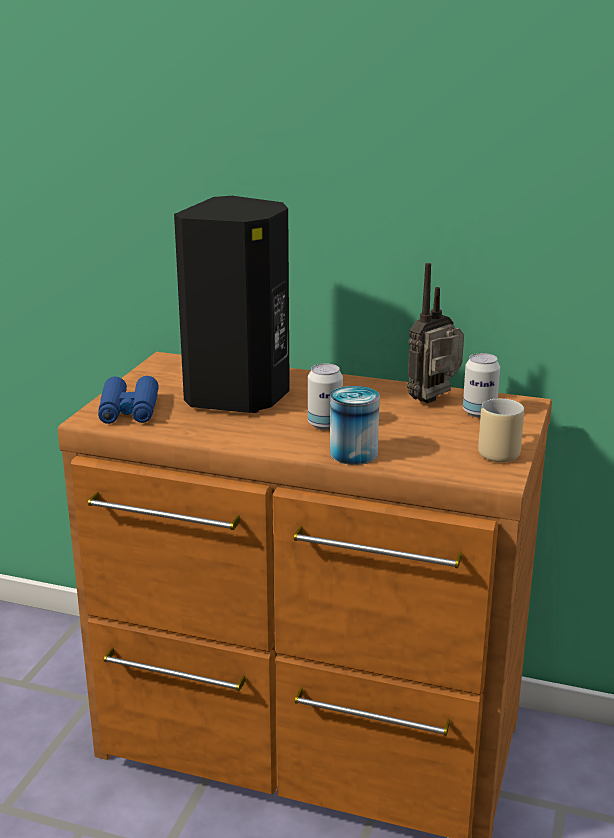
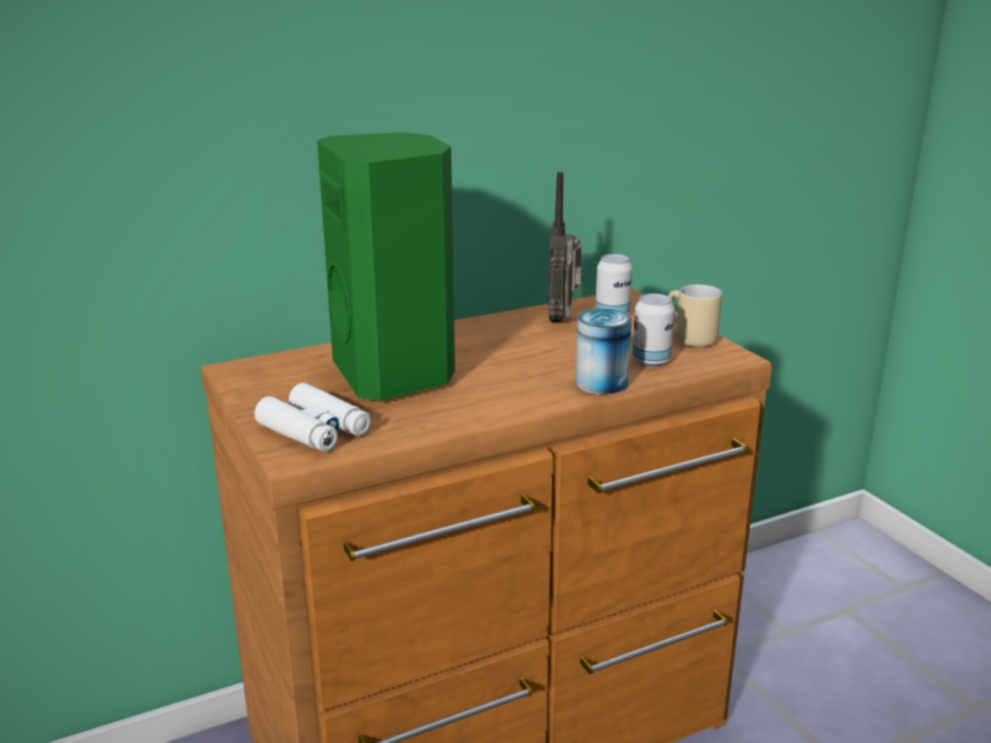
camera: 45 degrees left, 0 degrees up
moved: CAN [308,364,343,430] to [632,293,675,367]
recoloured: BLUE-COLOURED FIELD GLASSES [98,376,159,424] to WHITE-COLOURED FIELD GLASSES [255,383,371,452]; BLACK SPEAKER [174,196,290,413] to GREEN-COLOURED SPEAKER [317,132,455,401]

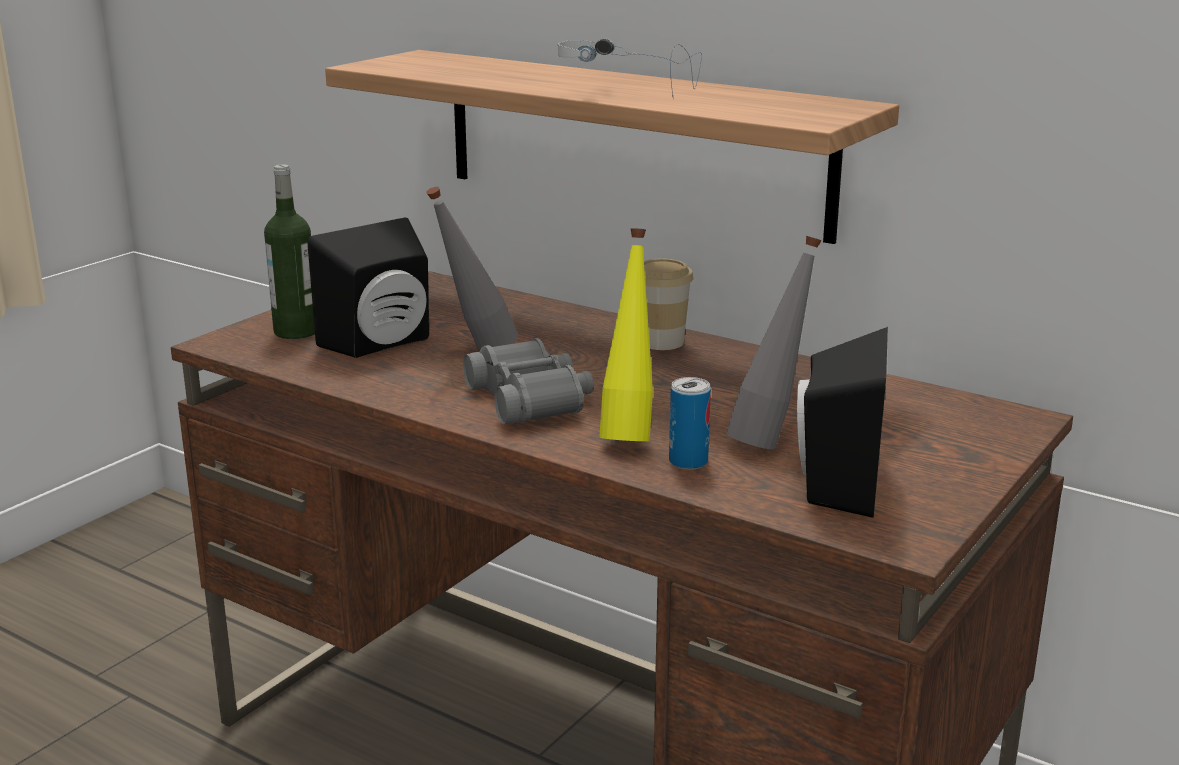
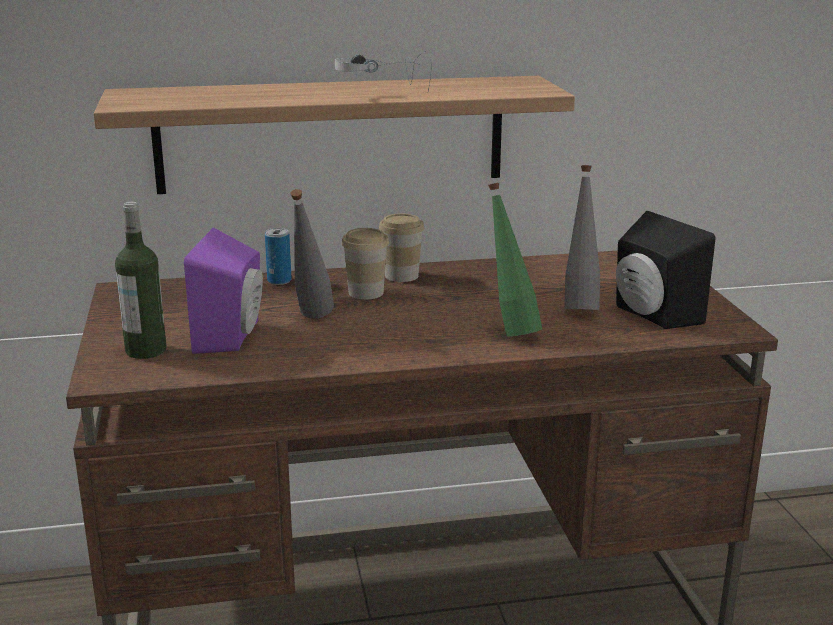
camera: 45 degrees left, 0 degrees up
removed: GREYISH FIELD GLASSES [463,338,594,424]
added: DRINKING CUP [341,228,389,300]
moved: CAN [669,377,711,470] to [265,228,292,285]
recoloured: BLACK SPEAKER [307,217,429,358] to PURPLE SPEAKER [184,227,263,354]; YELLOW-COLOURED BOTTLE [599,228,653,441] to GREEN-COLOURED BOTTLE [488,183,542,337]

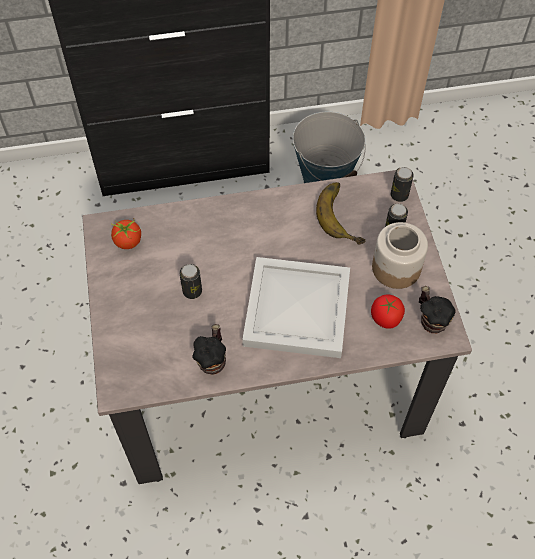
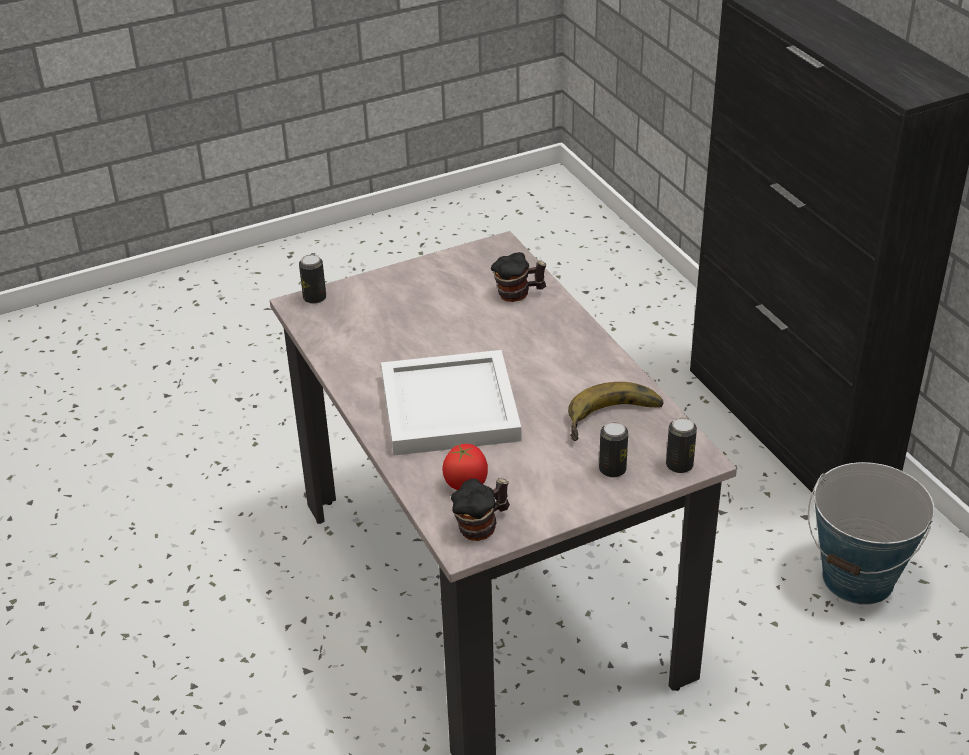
camera: 75 degrees right, 20 degrees down
removed: TOMATO [111,220,141,249]; JAR [372,222,428,289]
moved: CAN [179,264,202,299] to [299,255,326,304]; COFFEE MUG [192,324,226,375] to [491,252,546,302]

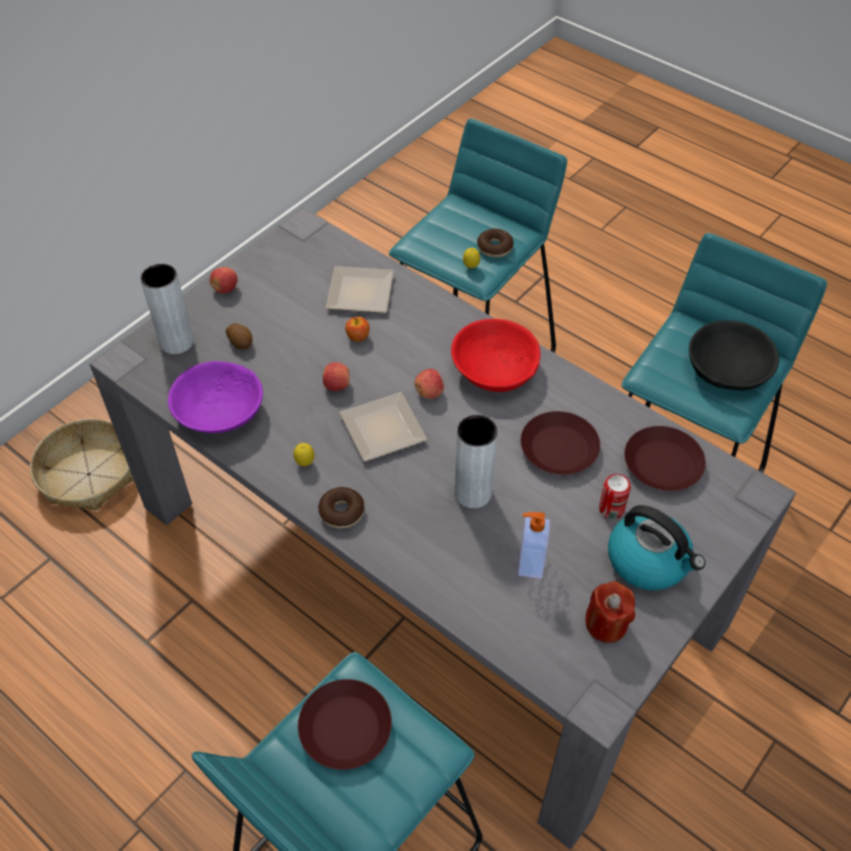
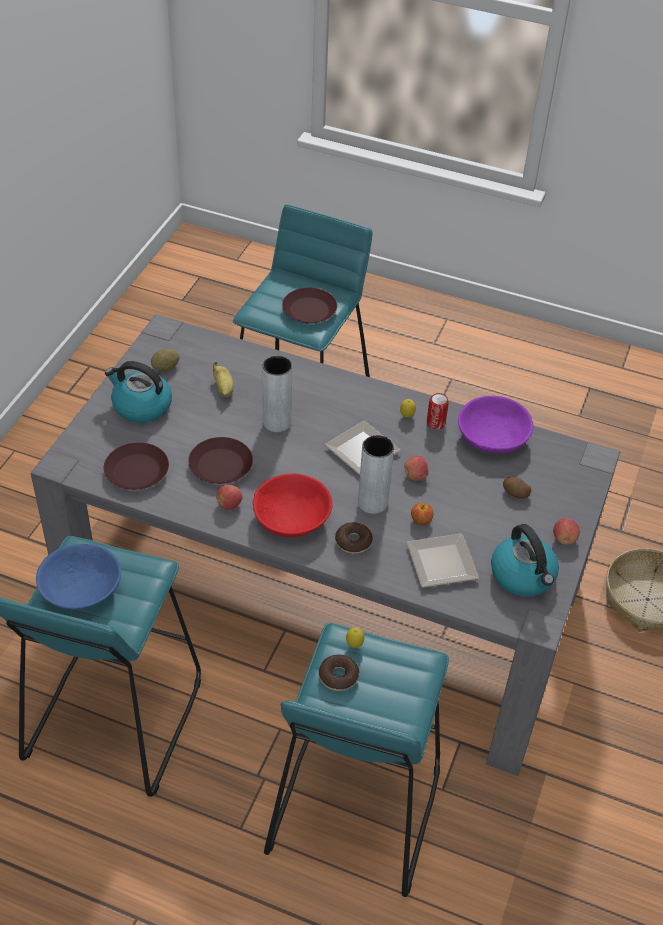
camera: 160 degrees right, 5 degrees down
added: WATER KETTLE [491,524,559,596]
moved: GREYISH DECORATIVE VASE [140,264,194,354] to [358,435,394,514]; DOUGHNUT [318,487,365,528] to [335,522,373,554]; APPLE [414,369,444,399] to [216,485,242,510]; CAN [599,474,631,519] to [427,393,449,430]
replaced: SOAP DISPENSER [518,512,550,579] to BANANA FRUIT [213,362,234,398]; RED WAX LIGHT [586,581,635,643] to POTATO [151,349,179,371]
recoloured: BLACK SERVING BOWL [689,320,779,391] to BLUE-COLOURED SERVING BOWL [36,544,121,610]

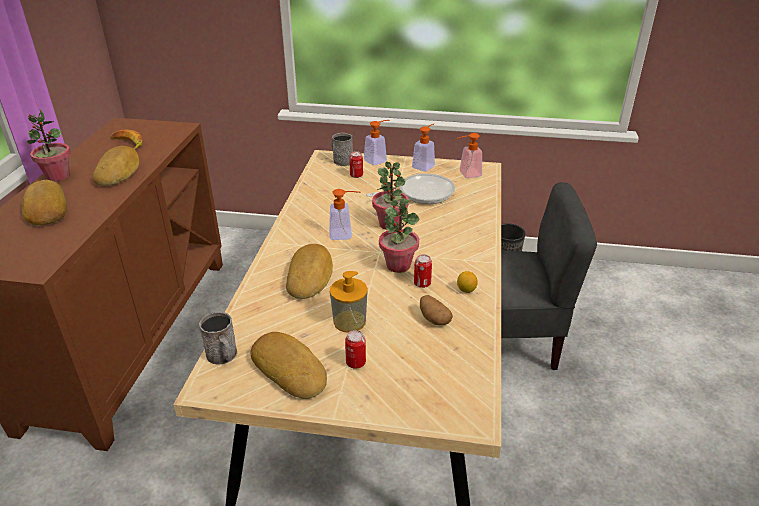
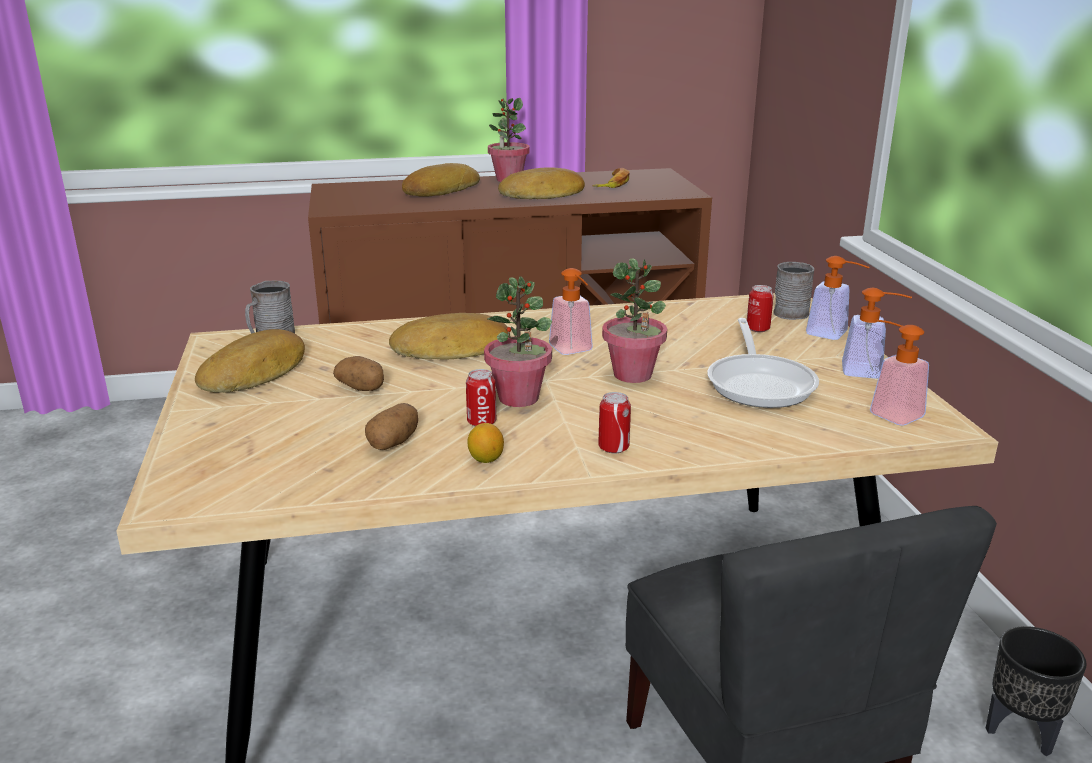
camera: 70 degrees right, 10 degrees down
moved: CAN [345,330,366,369] to [598,392,631,454]
replaced: SOAP DISPENSER [330,271,368,332] to POTATO [333,356,384,391]
turned: SKILLET [366,174,455,204] = [707,318,819,408] 45 degrees clockwise

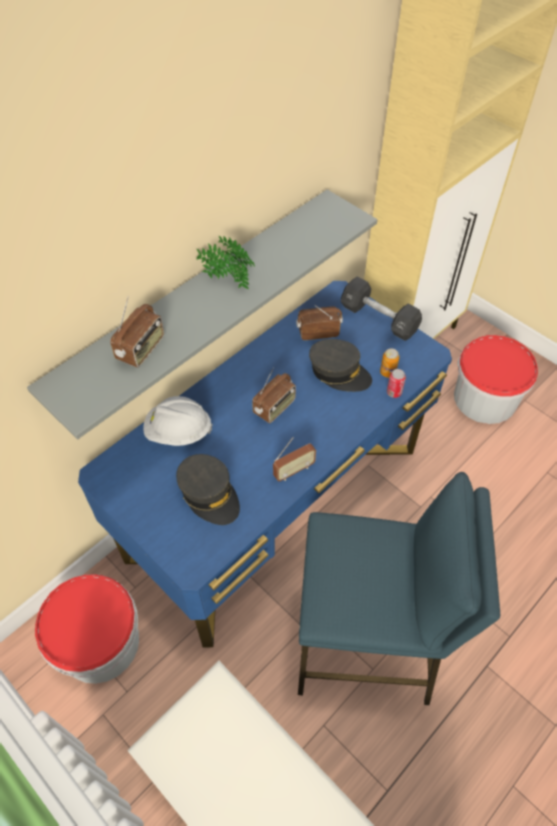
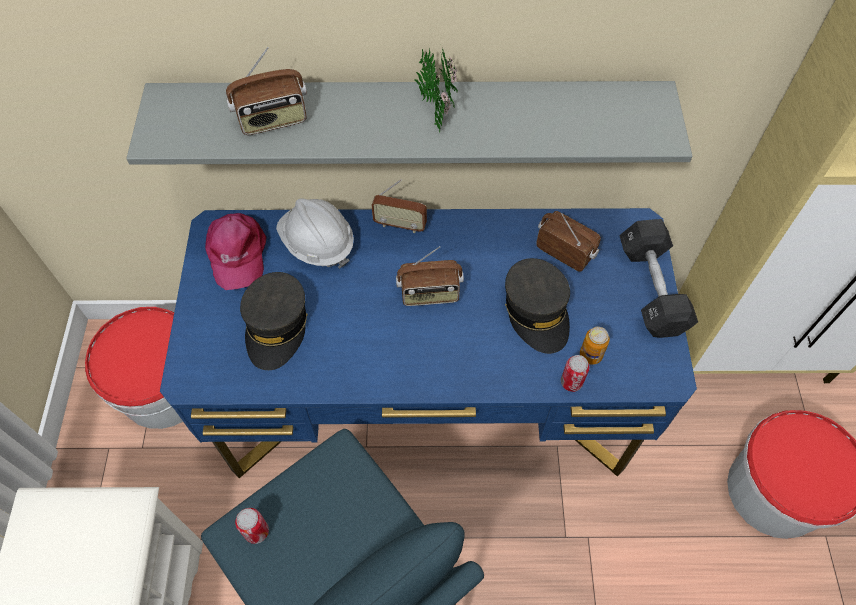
camera: 45 degrees right, 5 degrees up
added: PINKISH PEAKED CAP [205,213,267,290]; CAN [235,508,269,544]
moved: RADIO RECEIVER [273,437,316,482] to [371,179,427,233]

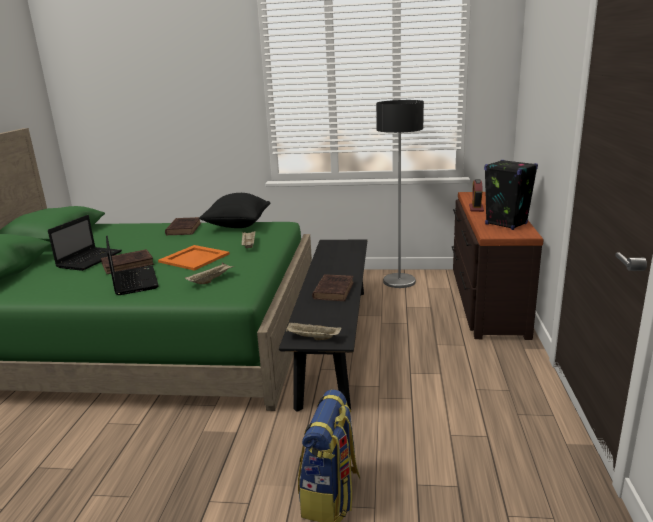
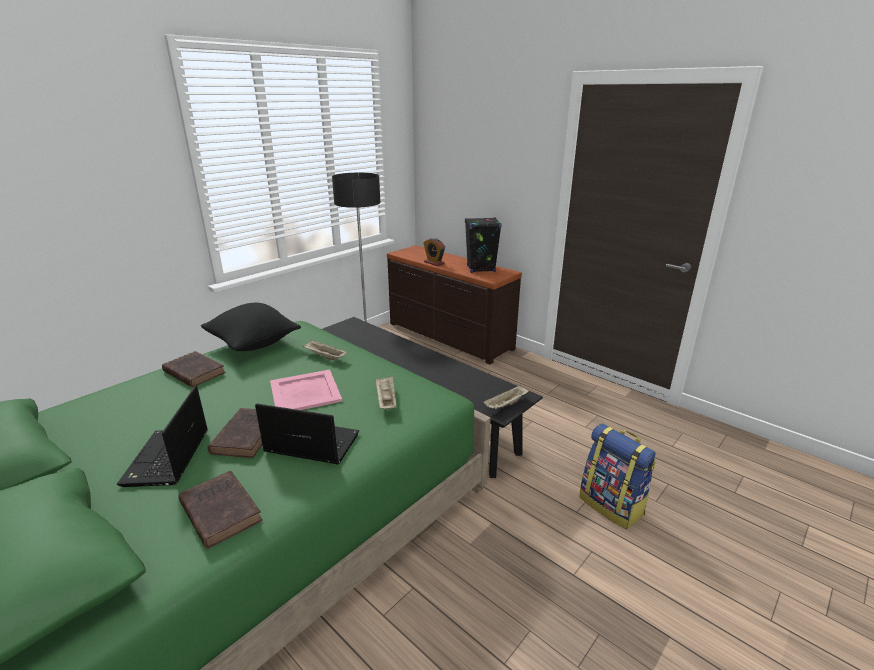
camera: 55 degrees left, 5 degrees up
moved: BROWNISH BOOK [312,274,354,301] to [178,471,263,549]
recoloured: ORANGEY SERVING TRAY [158,245,230,271] to PINKISH SERVING TRAY [270,370,342,410]
turned: LAPTOP [48,215,122,271] = [117,385,208,487] 150 degrees counterclockwise

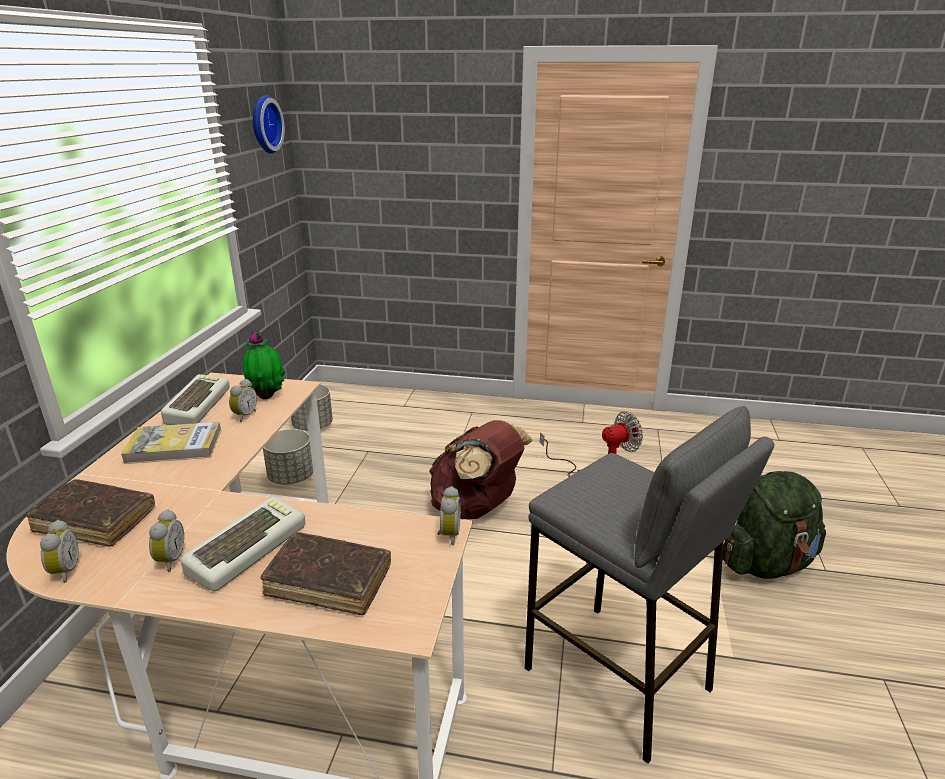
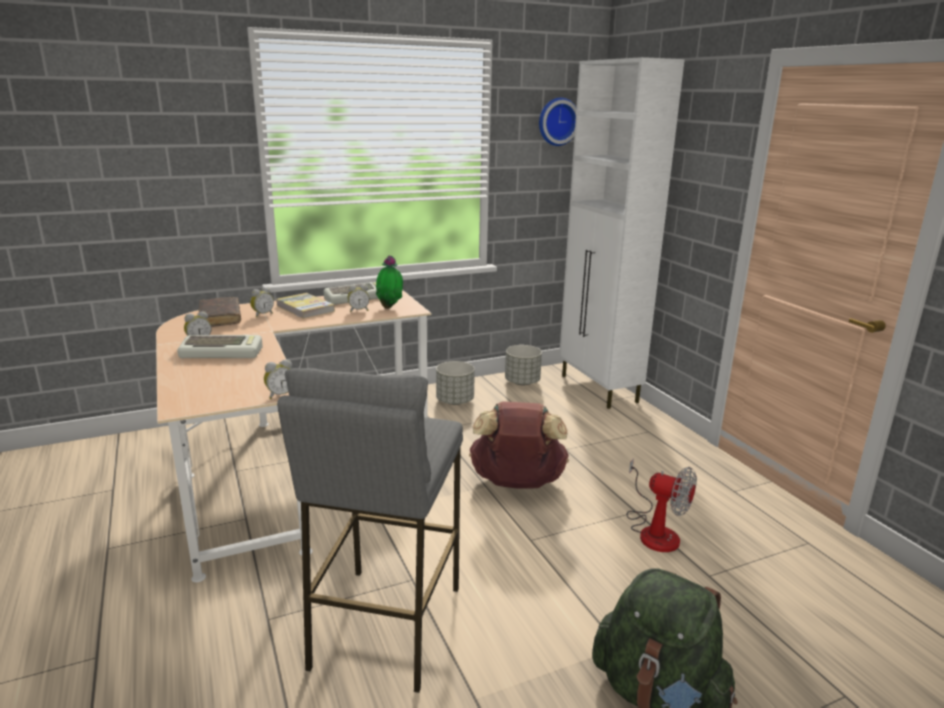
camera: 55 degrees right, 5 degrees down
removed: BROWNISH BOOK [260,532,391,615]
added: WHITE-COLOURED CABINET [559,57,685,409]
moved: ALARM CLOCK [40,520,78,583] to [250,287,274,317]

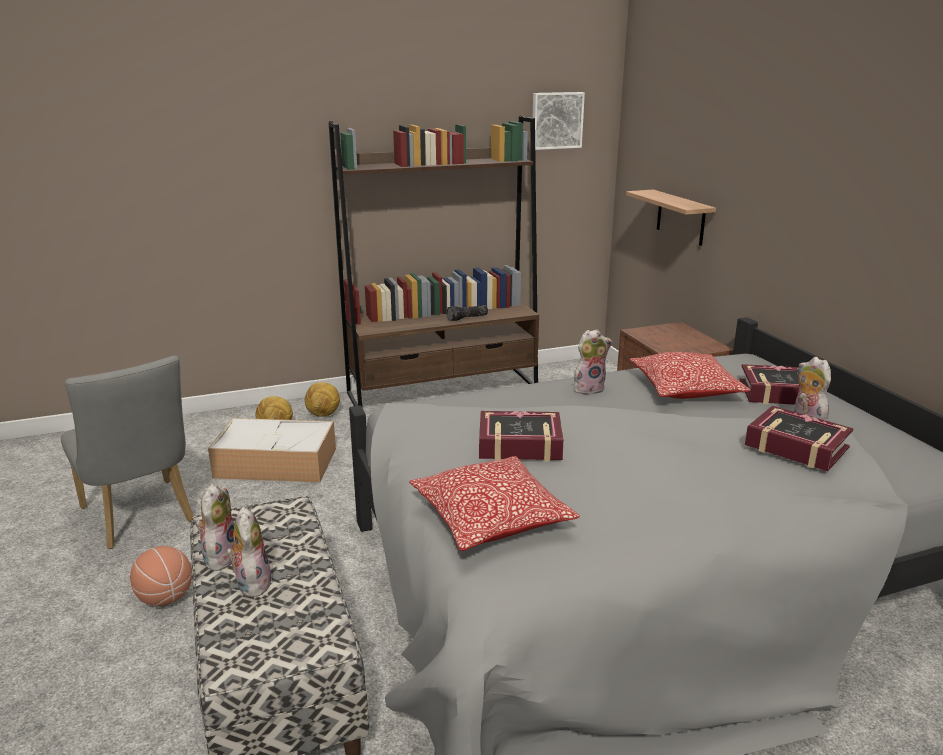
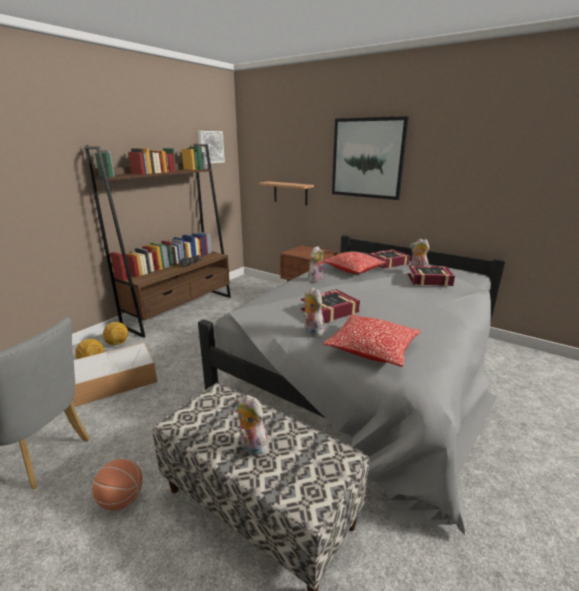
camera: 35 degrees left, 0 degrees up
added: WALL PICTURE [332,116,409,200]
moved: PLUSH TOY [196,483,234,571] to [303,287,325,338]

